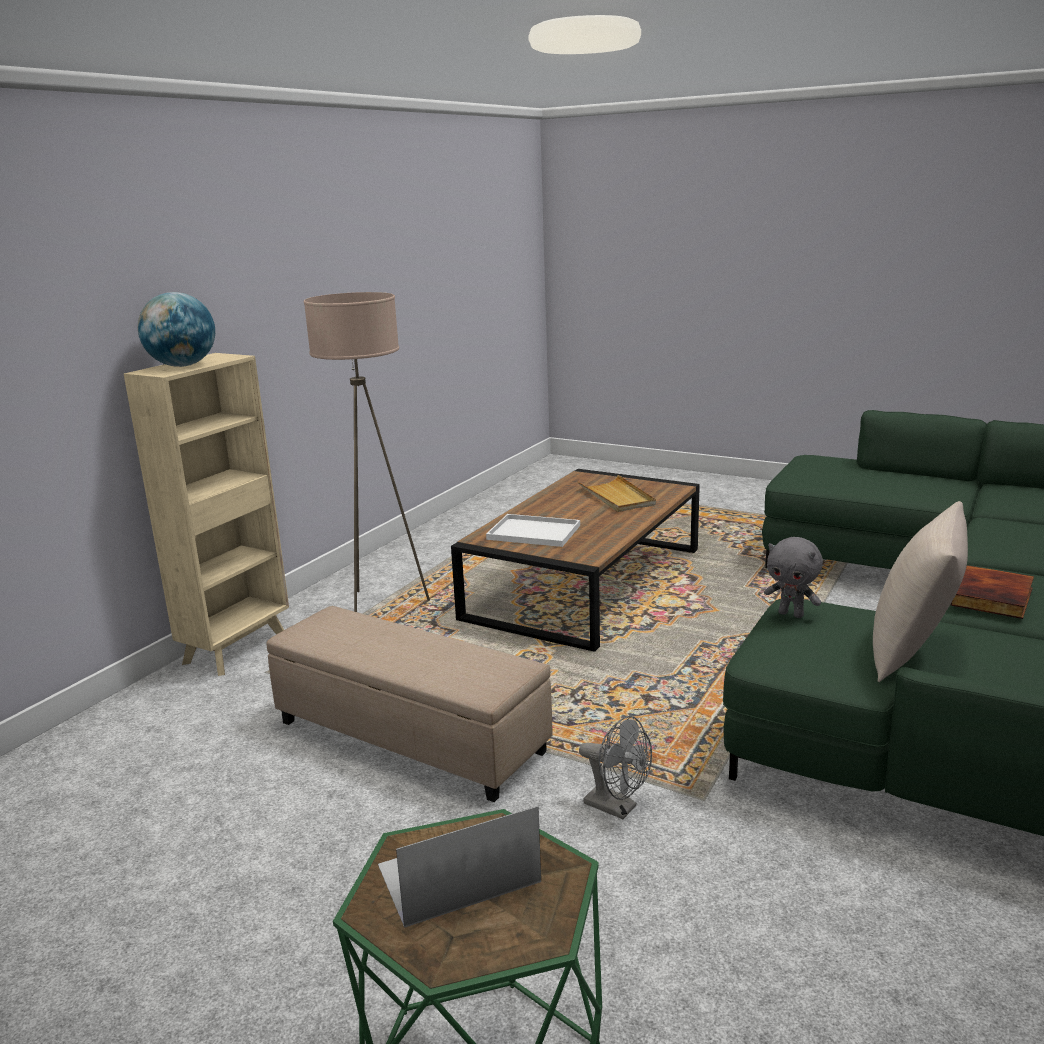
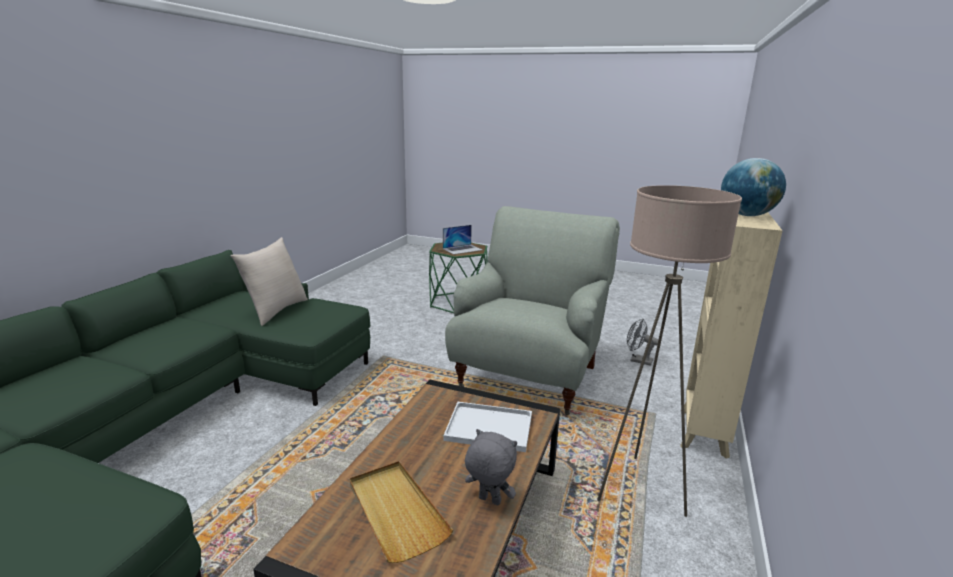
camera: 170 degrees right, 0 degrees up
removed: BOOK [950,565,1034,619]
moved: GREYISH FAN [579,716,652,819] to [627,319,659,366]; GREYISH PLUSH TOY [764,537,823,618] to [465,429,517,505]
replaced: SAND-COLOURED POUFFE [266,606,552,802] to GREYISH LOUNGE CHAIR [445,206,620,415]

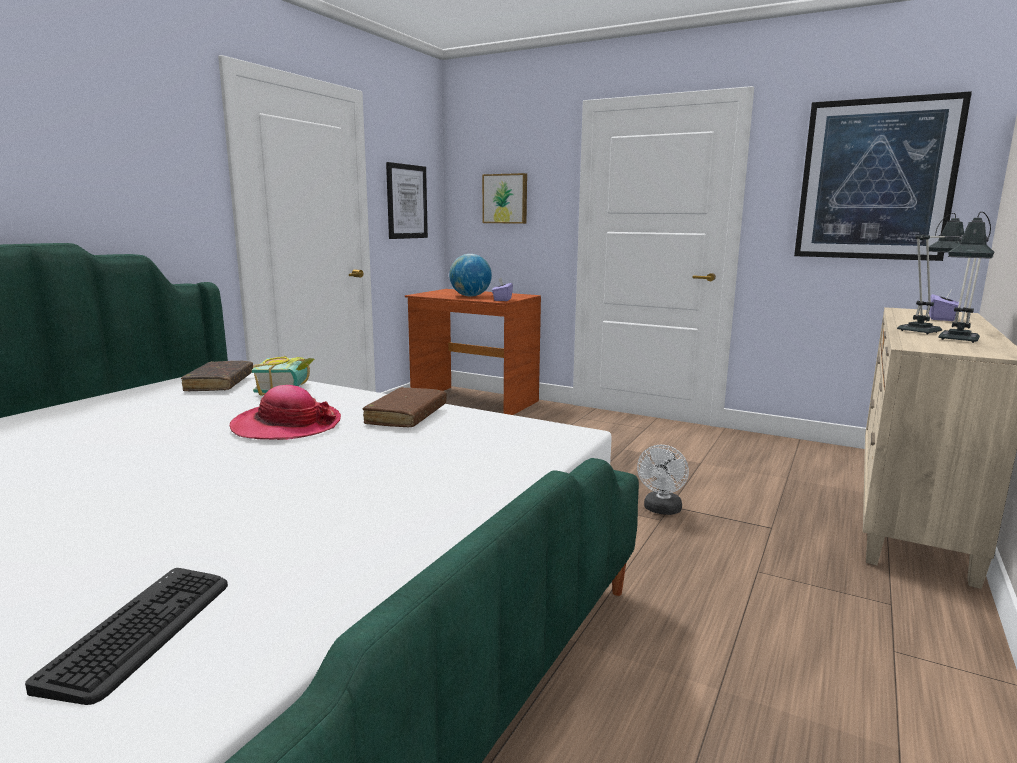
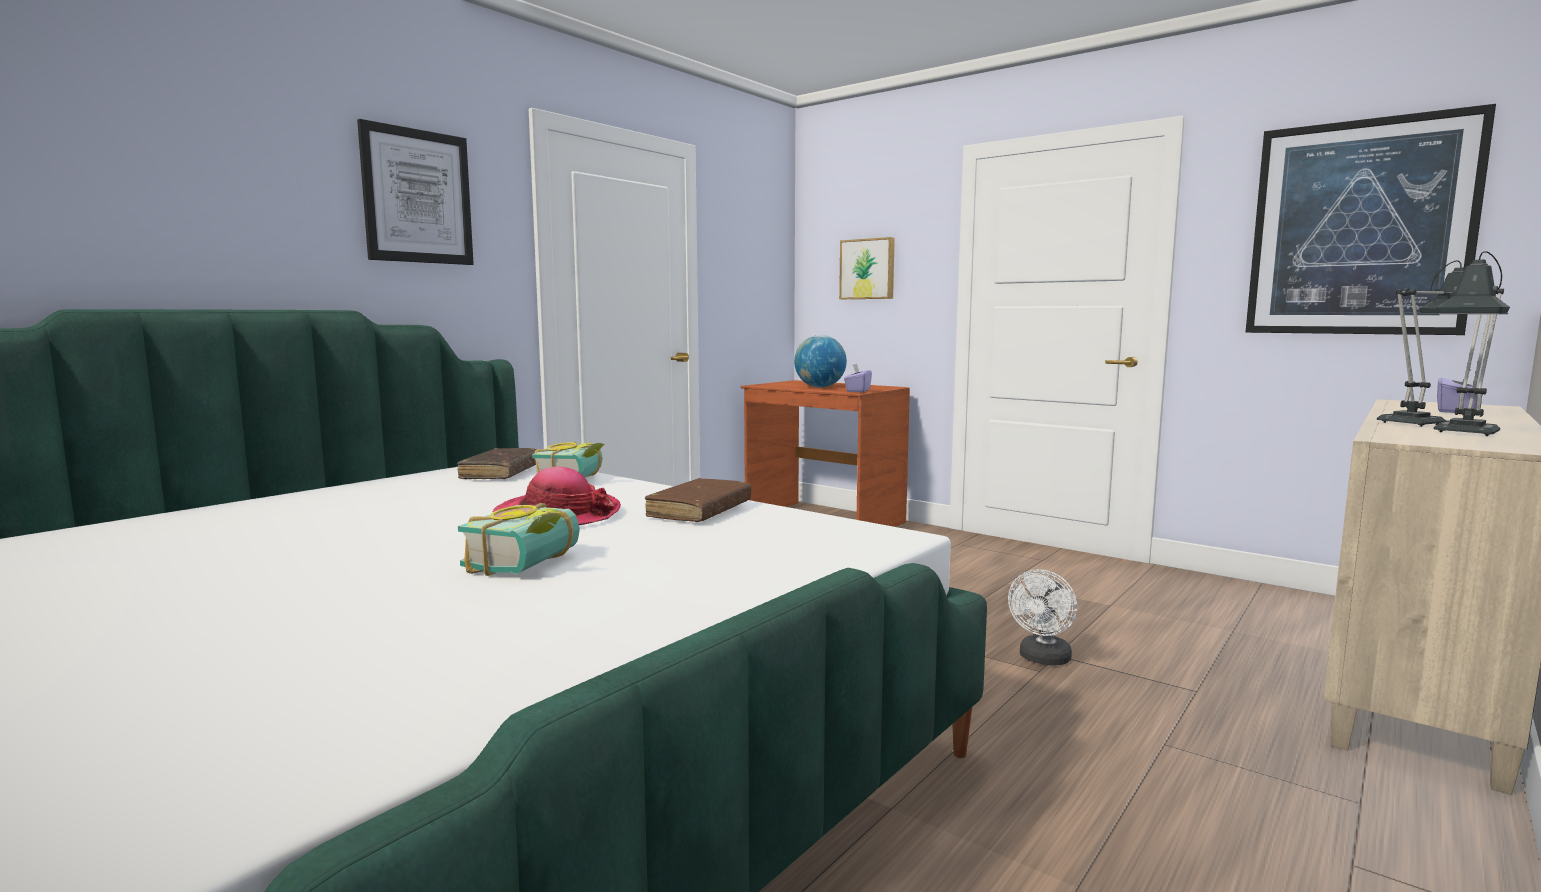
camera: 10 degrees right, 5 degrees down
removed: KEYBOARD [25,568,228,705]
added: BOOK [458,503,580,576]
moved: WALL PICTURE [386,162,428,239] to [357,119,474,265]

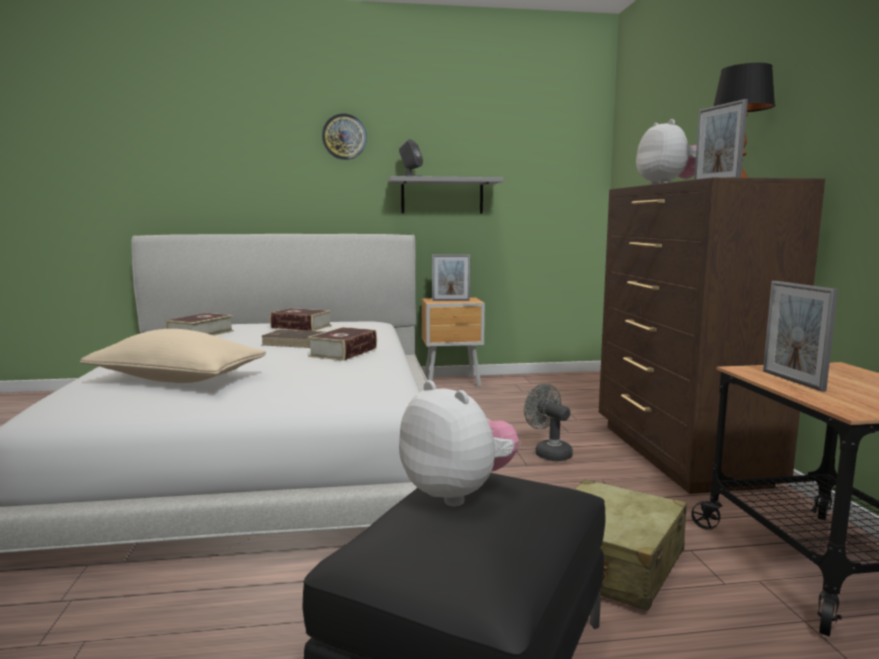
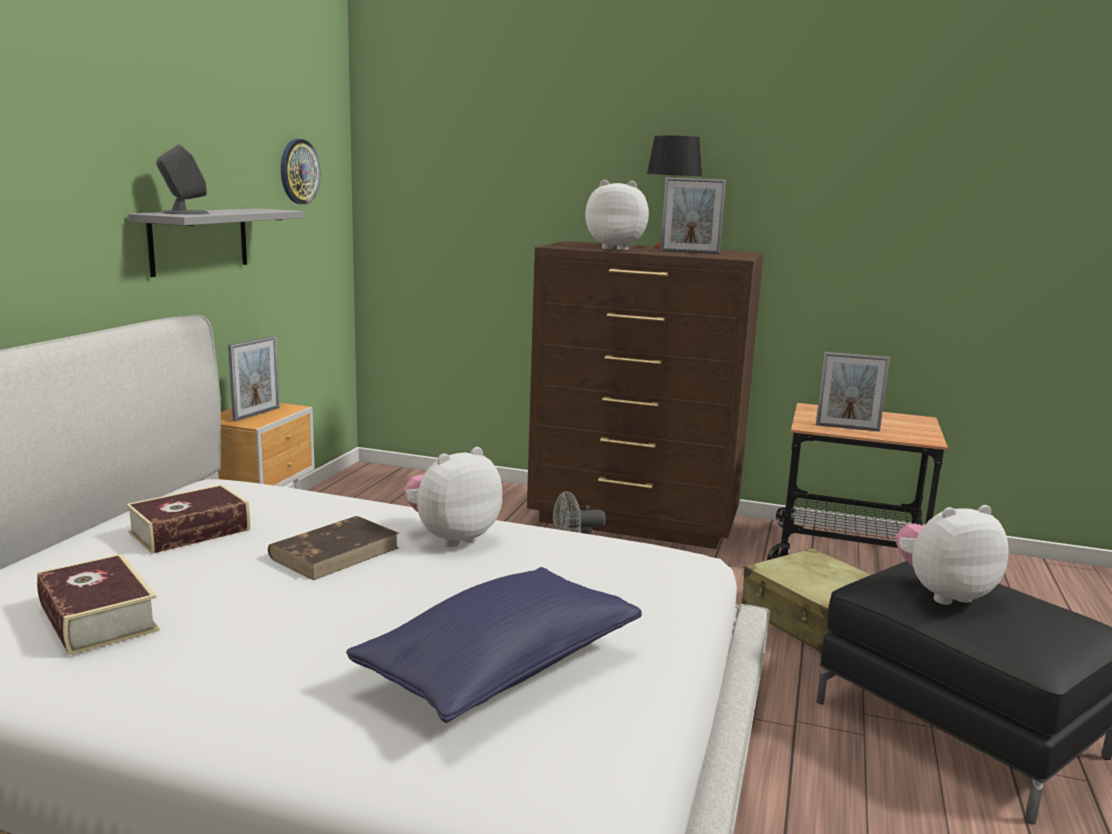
camera: 65 degrees left, 5 degrees up
moved: CLOCK ON THE WALL [322,114,367,160] to [281,139,320,204]
replaced: BOOK [307,327,377,361] to PLUSH TOY [404,447,502,547]
recoloured: SAND-COLOURED PILLOW [80,329,266,383] to BLUE-COLOURED PILLOW [346,567,642,723]

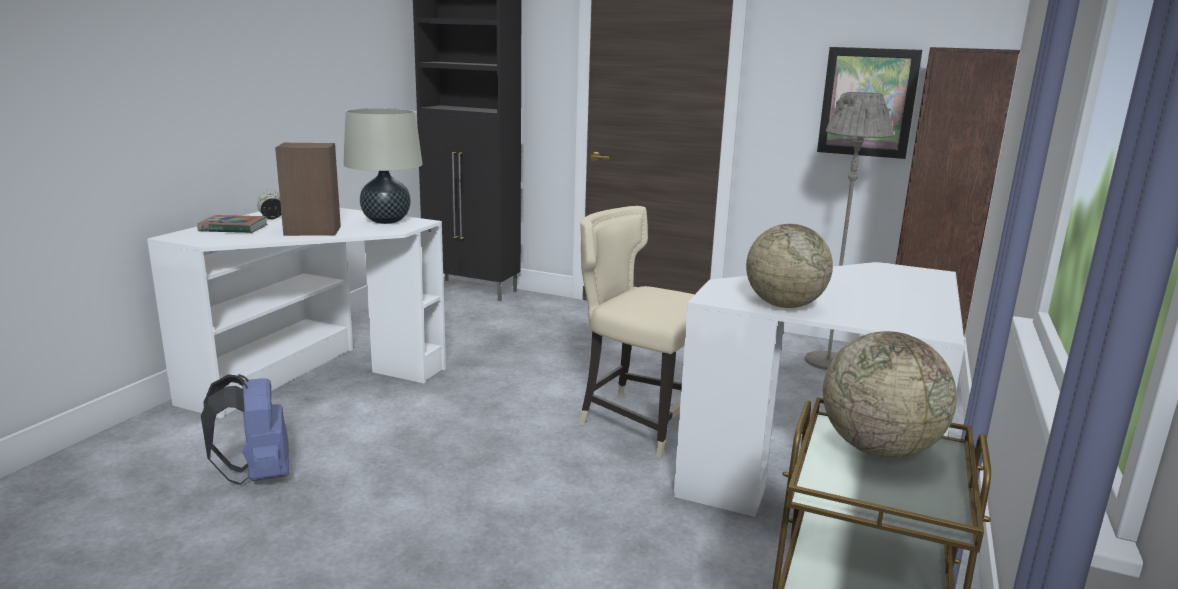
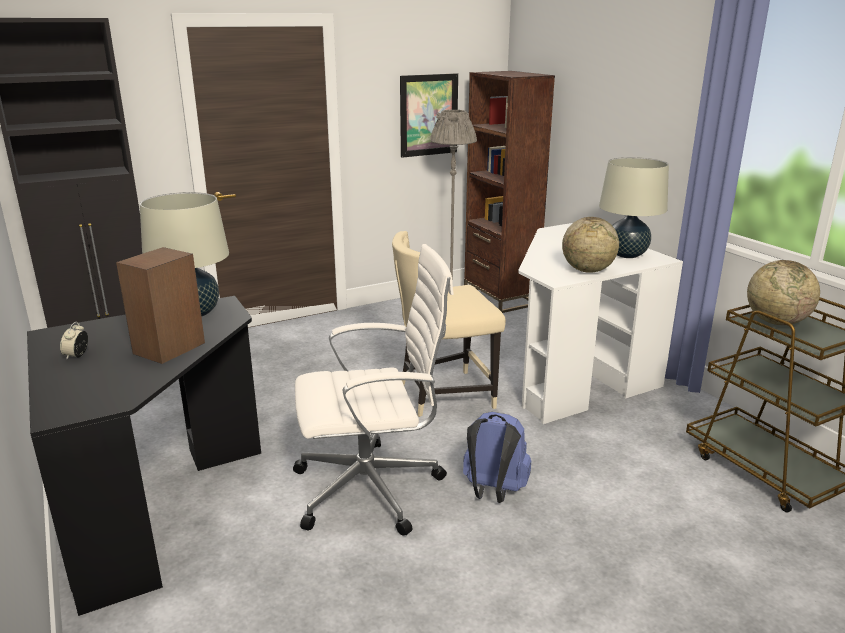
camera: 50 degrees left, 5 degrees up
removed: BOOK [197,215,268,233]
added: WHITE-COLOURED COMPUTER CHAIR [293,244,454,535]; SAND-COLOURED TABLETOP LAMP [599,157,669,258]
moved: BLUE-COLOURED KNAPSACK [201,374,289,485] to [463,412,531,503]
recoloured: WHITE-COLOURED DESK UNIT [147,208,446,419] to BLACK DESK UNIT [27,296,261,616]

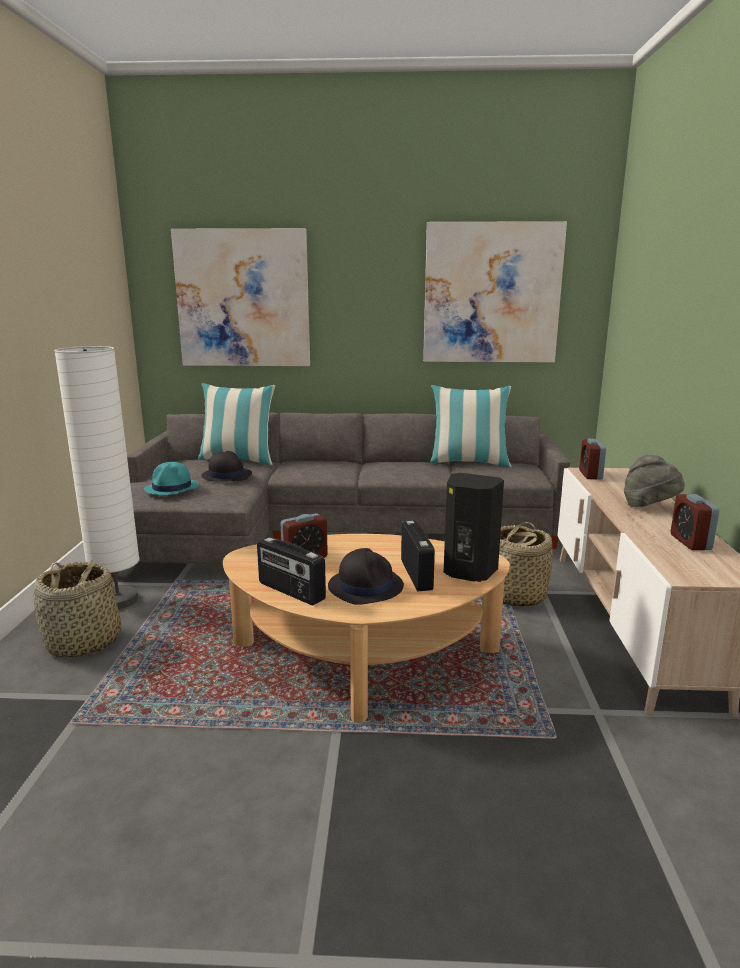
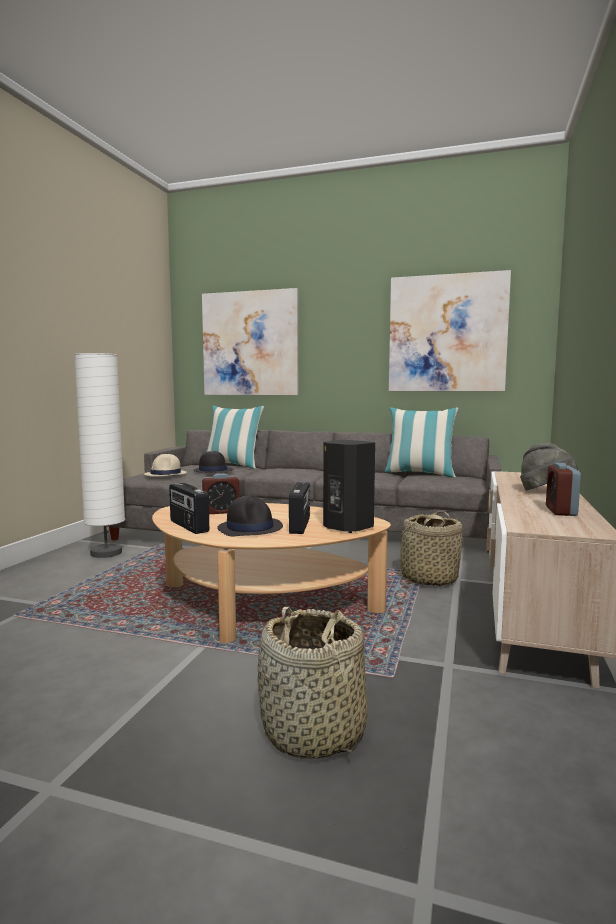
camera: 15 degrees right, 10 degrees down
removed: ALARM CLOCK [579,439,606,480]
moved: BASKET [33,561,121,658] to [257,607,367,759]
recoloured: TURQUOISE CLOTHING HAT [144,462,199,495] to SAND-COLOURED CLOTHING HAT [144,454,187,477]

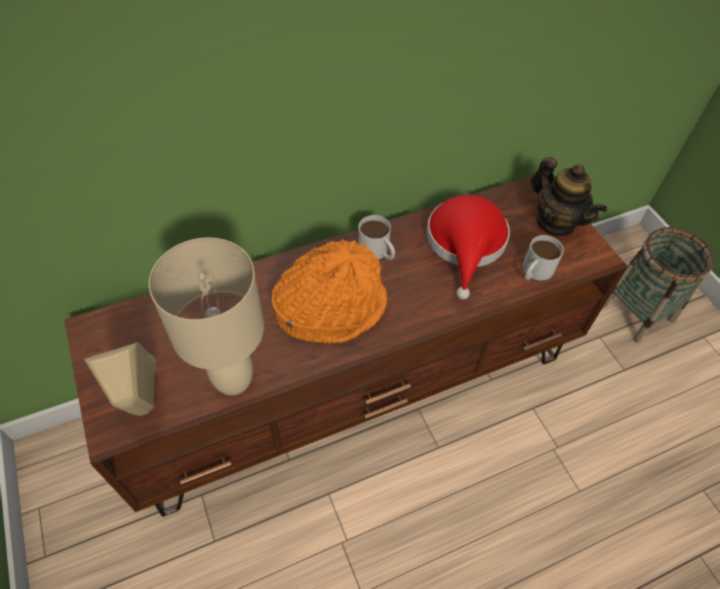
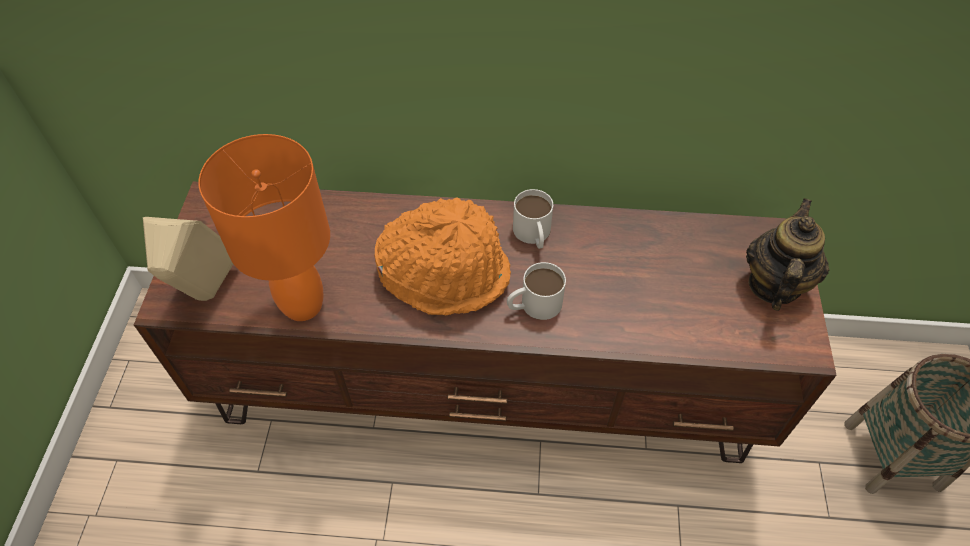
camera: 30 degrees right, 0 degrees up
removed: RED CLOTHING HAT [427,195,510,300]
moved: WHITE-COLOURED COFFEE MUG [523,235,564,281] to [507,262,566,320]
recoloured: SAND-COLOURED TABLETOP LAMP [149,237,264,396] to ORANGEY TABLETOP LAMP [198,134,330,321]
turned: TEA POT [531,157,607,236] = [746,198,829,311] 150 degrees counterclockwise

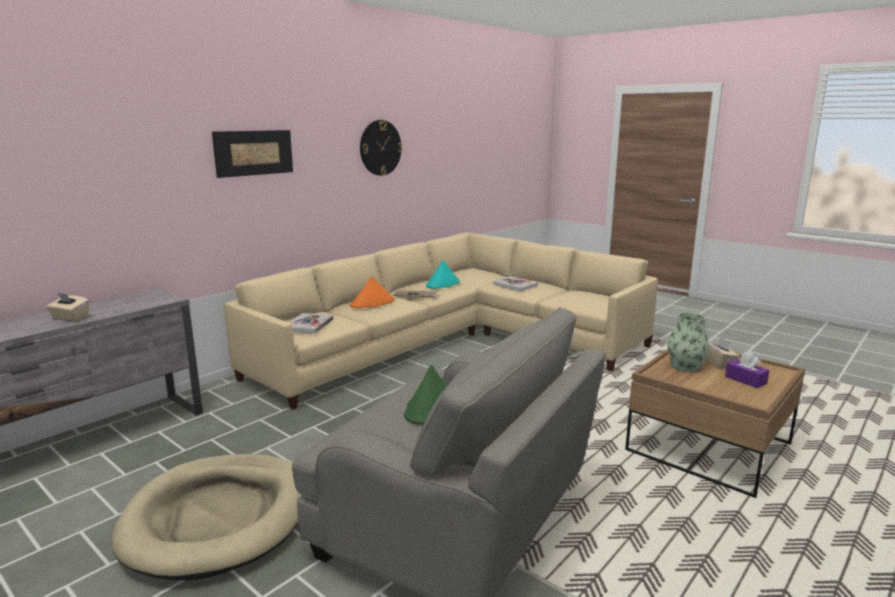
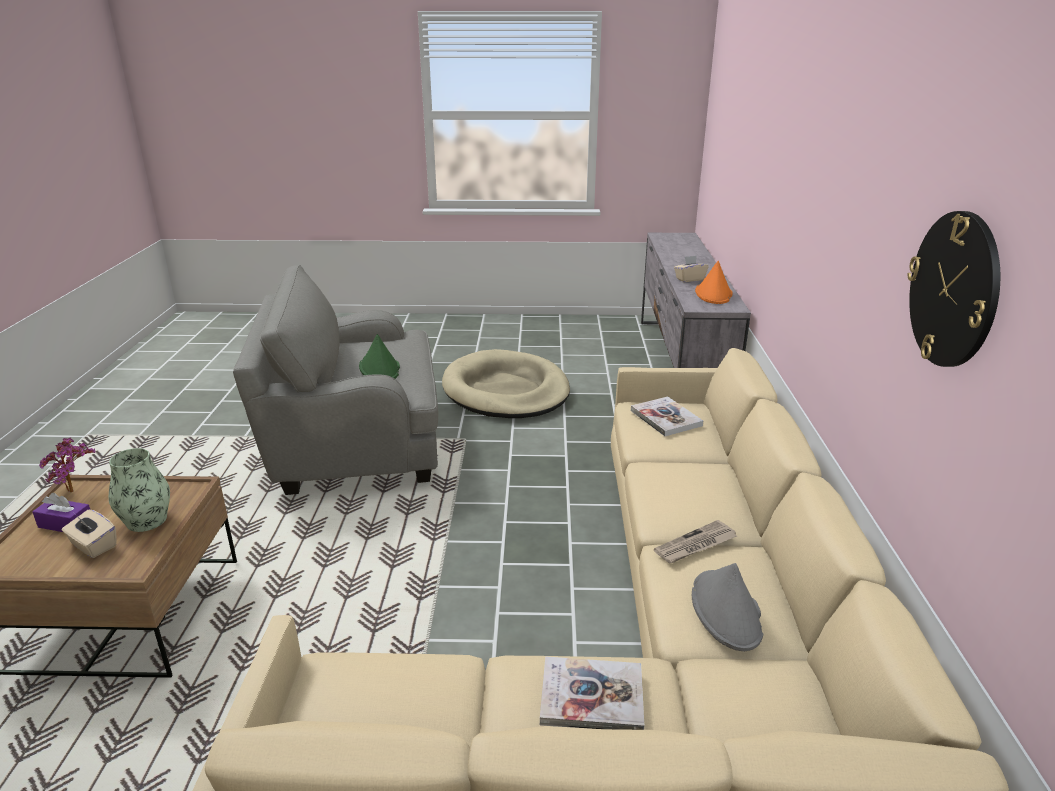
camera: 140 degrees right, 10 degrees up
removed: WALL PICTURE [212,130,293,178]
added: PLANT IN A POT [39,437,96,492]
moved: ORANGEY CLOTHING HAT [350,276,394,308] to [695,261,732,304]
recoloured: TURQUOISE CLOTHING HAT [426,260,460,289] to GREYISH CLOTHING HAT [692,563,763,651]

